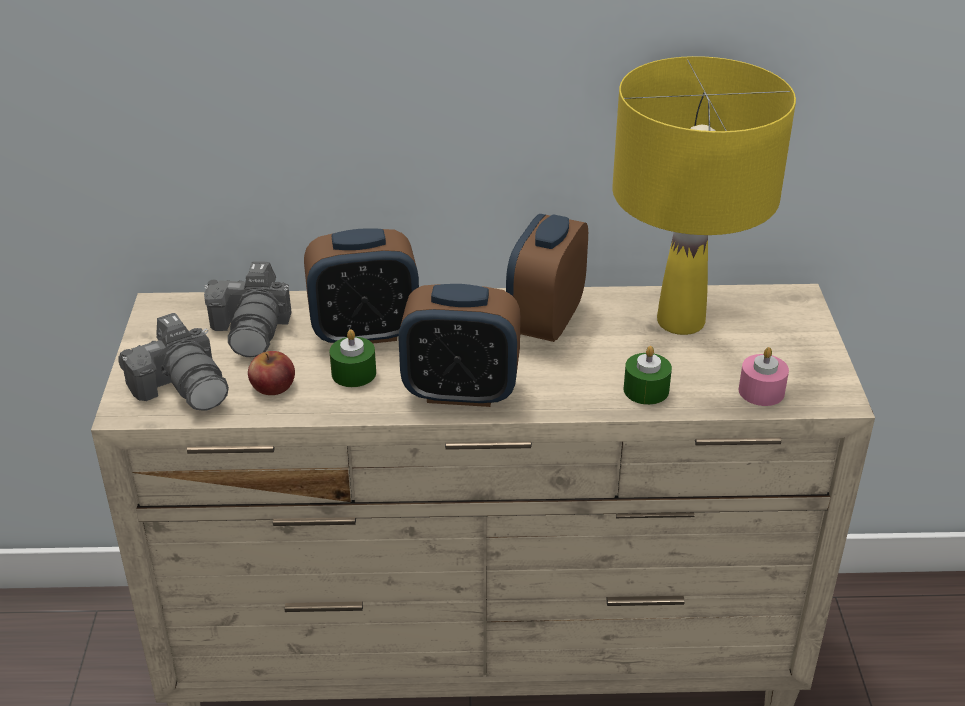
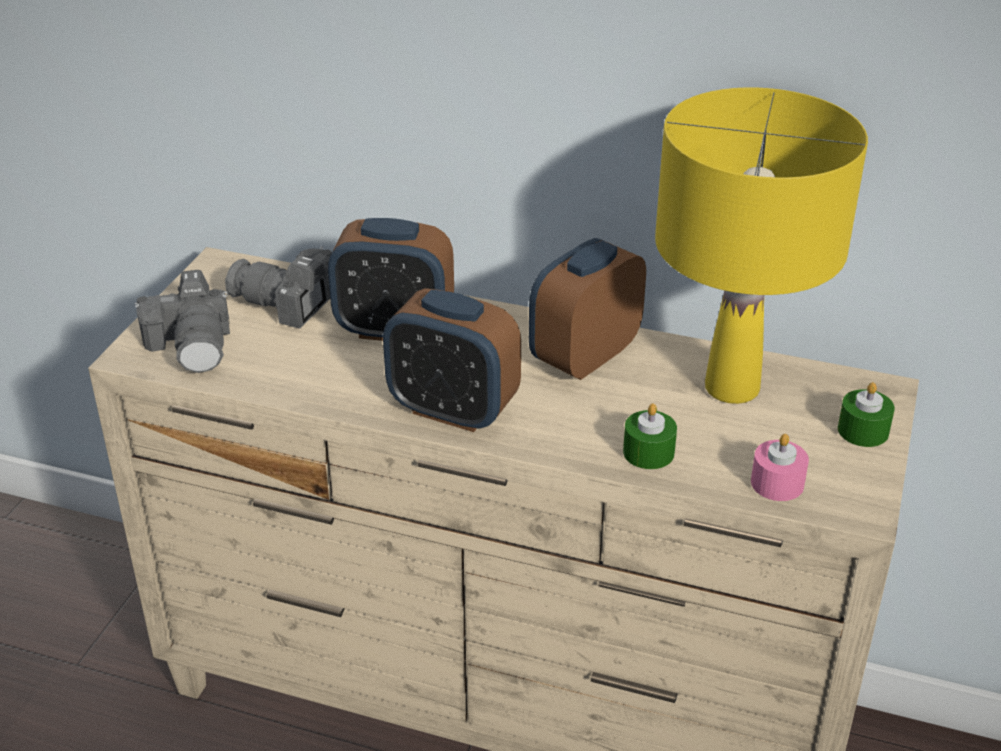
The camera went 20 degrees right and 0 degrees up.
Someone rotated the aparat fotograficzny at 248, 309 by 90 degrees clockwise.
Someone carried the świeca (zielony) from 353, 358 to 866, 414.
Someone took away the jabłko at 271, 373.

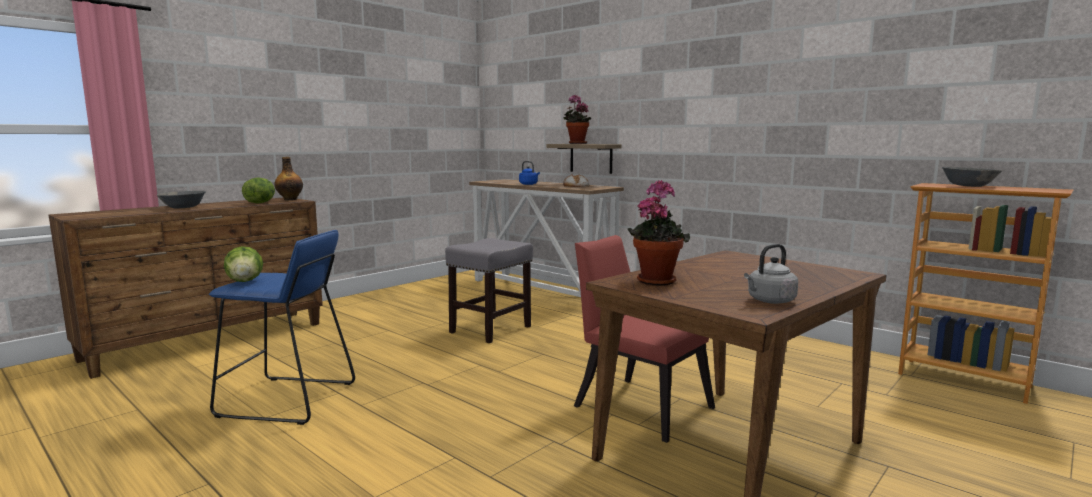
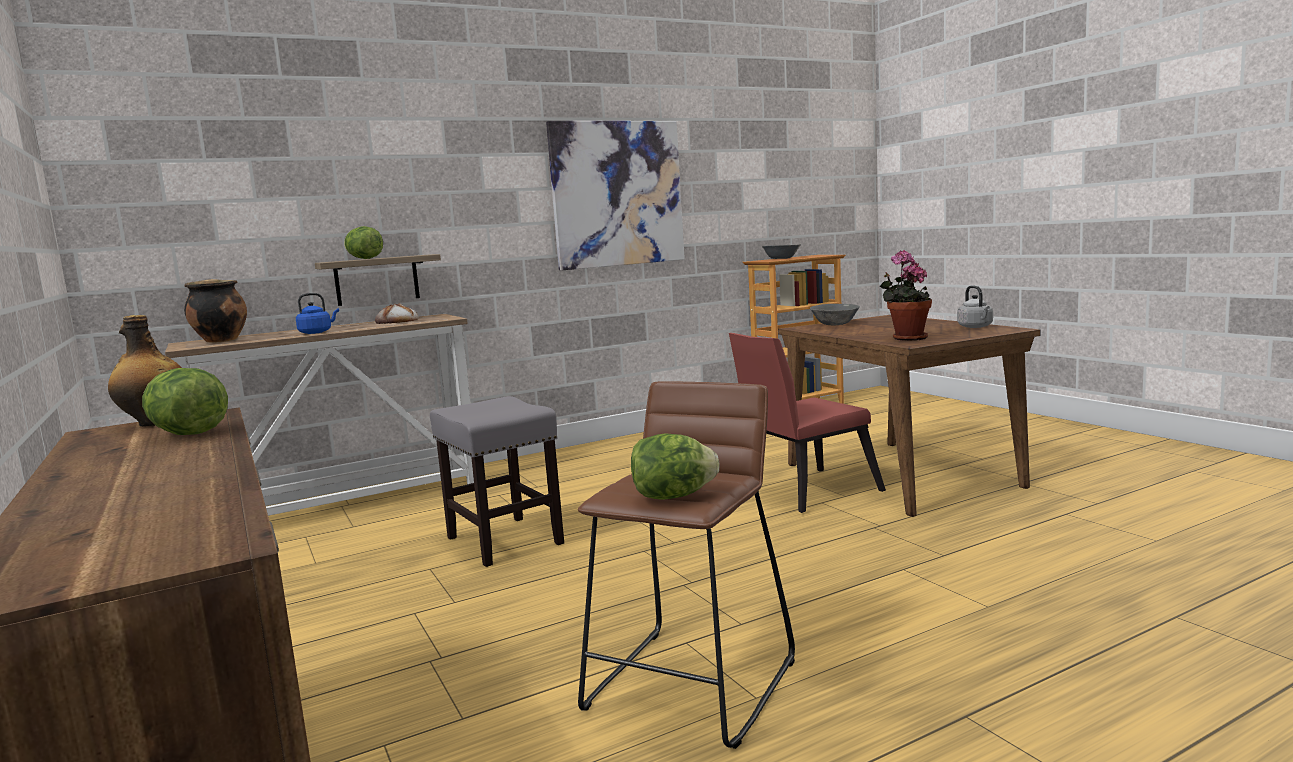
The camera went 70 degrees left and 0 degrees up.
Someone swapped the roślina doniczkowa at 577, 119 for the sałata at 363, 242.
Someone carried the miska (szary) from 181, 199 to 835, 314.
Someone repainted the stołek (niebieski) at 282, 327, which became the stołek (brązowy) at 686, 565.
Someone put up the obraz at 615, 196.
Someone put down the garnek at 215, 311.

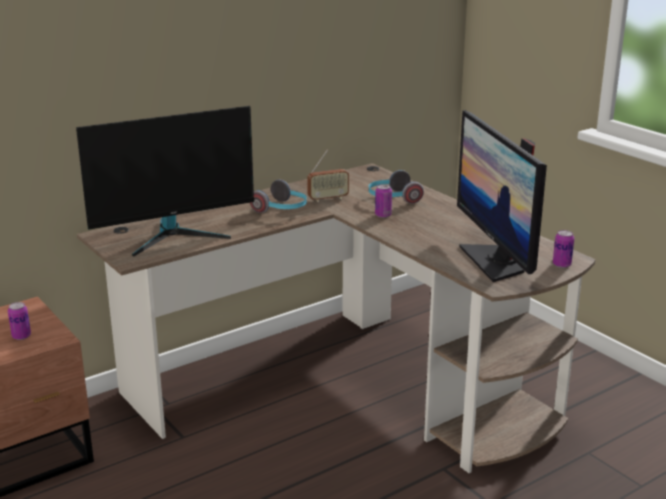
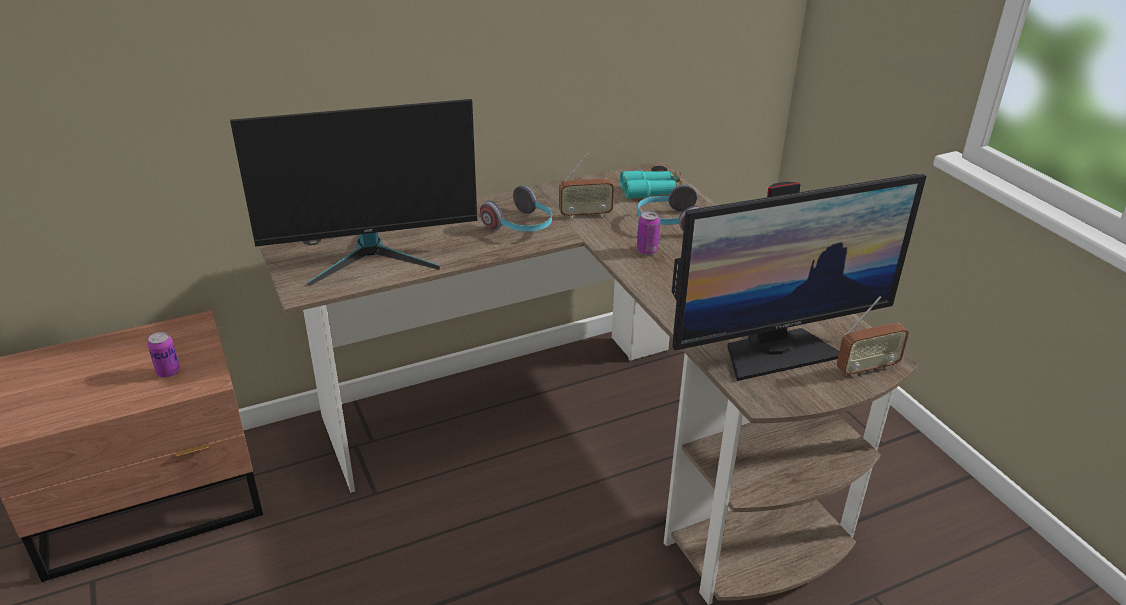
The camera went 10 degrees right and 10 degrees up.
Someone rotated the monitor at 502, 196 by 105 degrees counterclockwise.
Someone swapped the puszka at 563, 249 for the radio at 873, 337.
Someone put down the lornetka (turkusowy) at 654, 184.

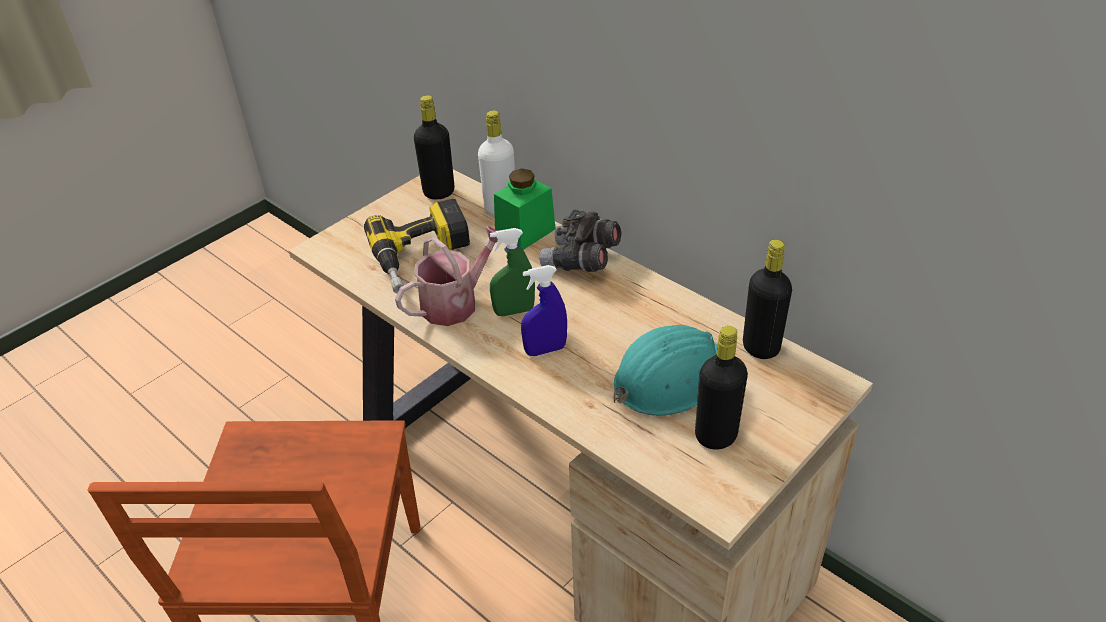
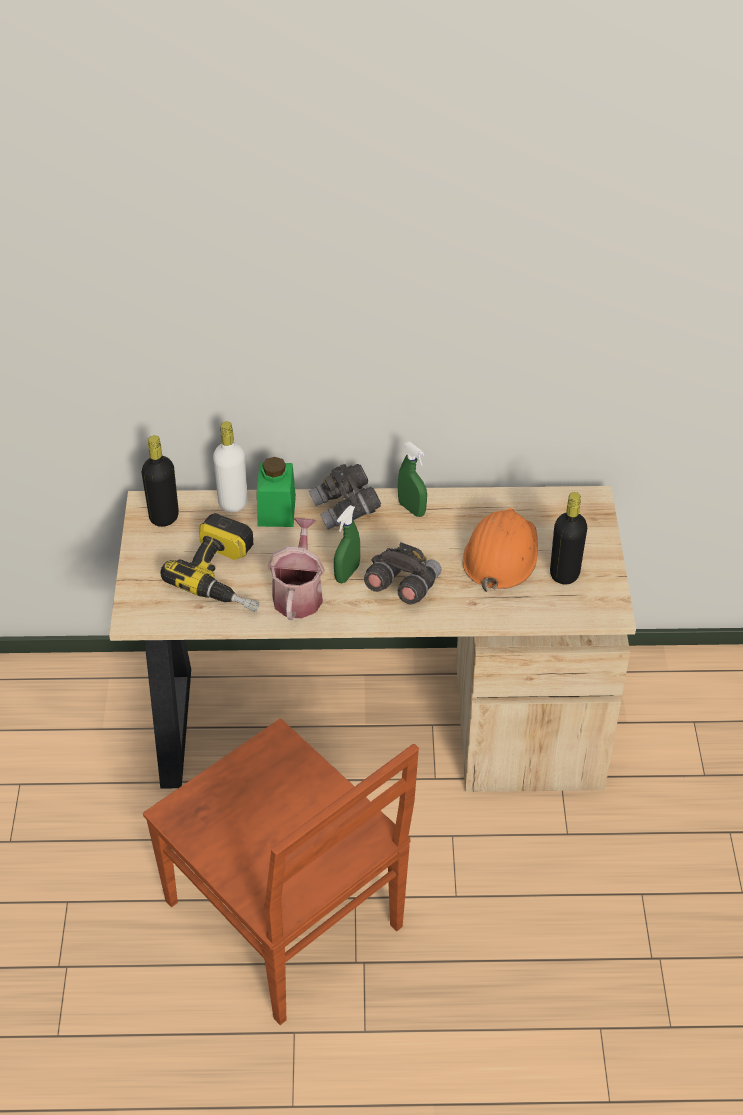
The camera went 45 degrees left and 5 degrees up.
Someone took away the butelka (czarny) at 767, 299.
Someone swapped the spryskiwacz (niebieski) at 544, 310 for the lornetka (szary) at 402, 573.
Someone repainted the kask (turkusowy) at 665, 370, which became the kask (pomarańczowy) at 500, 550.
Someone put down the spryskiwacz (zielony) at 412, 479.

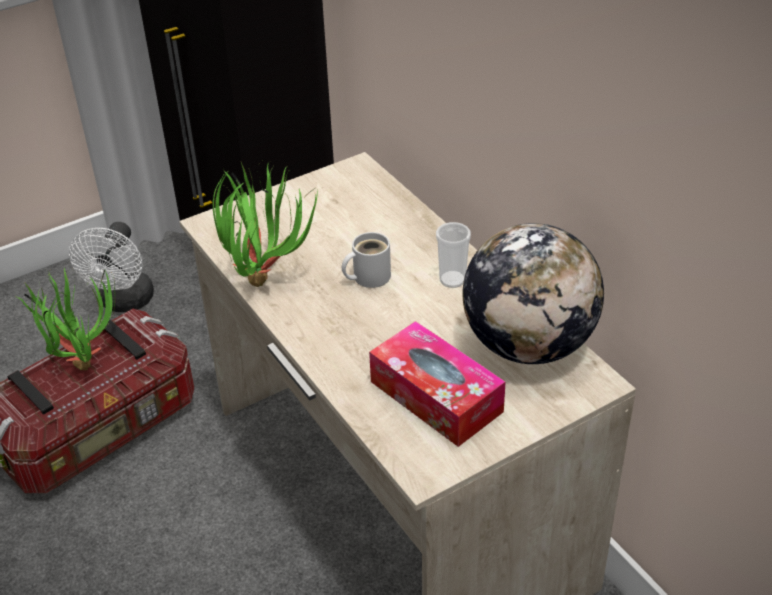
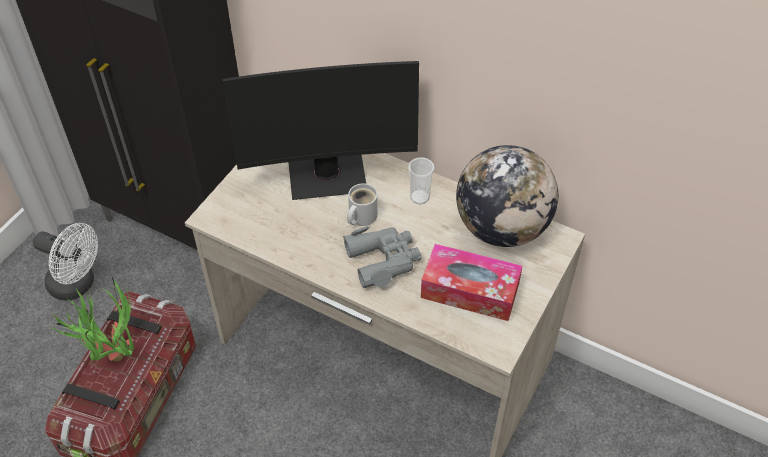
The camera went 30 degrees left and 10 degrees up.
Someone took away the roślina doniczkowa at 265, 224.
Someone rotated the wentylator (biały) at 111, 267 by 45 degrees counterclockwise.
Someone put down the monitor at 321, 130.
Someone put down the lornetka (szary) at 382, 257.

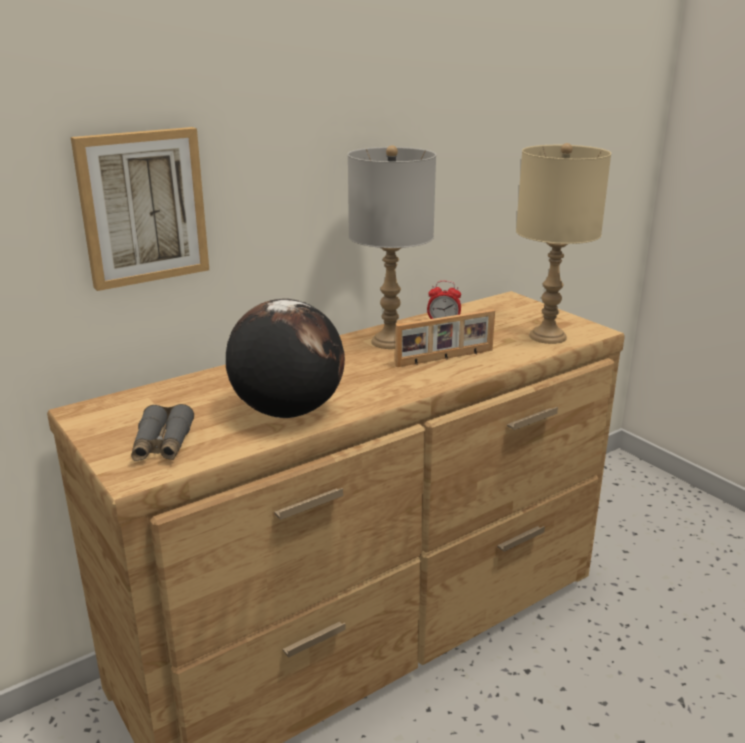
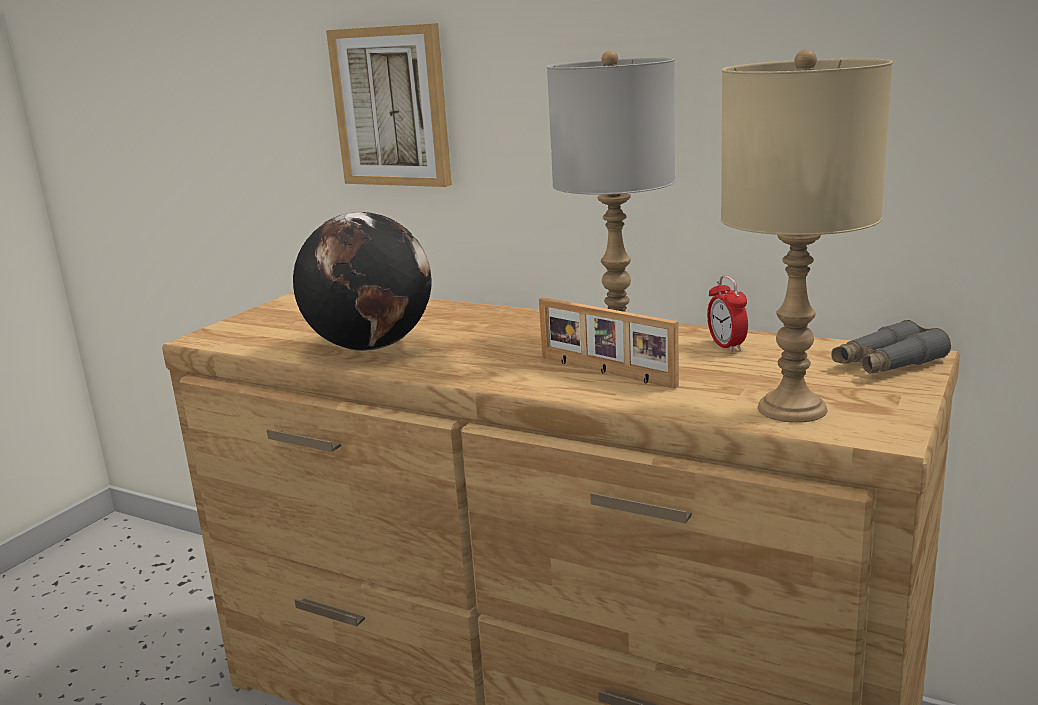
The camera went 65 degrees right and 5 degrees down.
Someone carried the lornetka (szary) from 162, 432 to 891, 347.

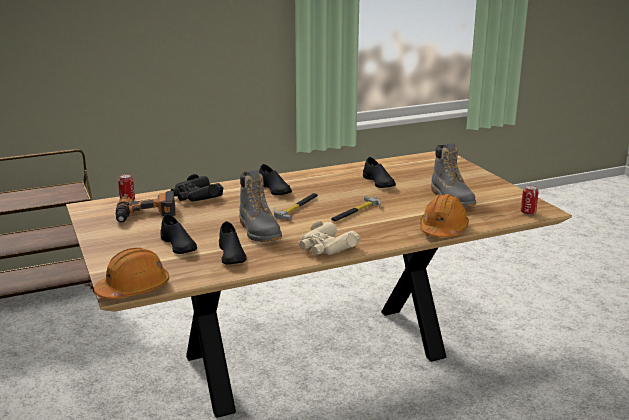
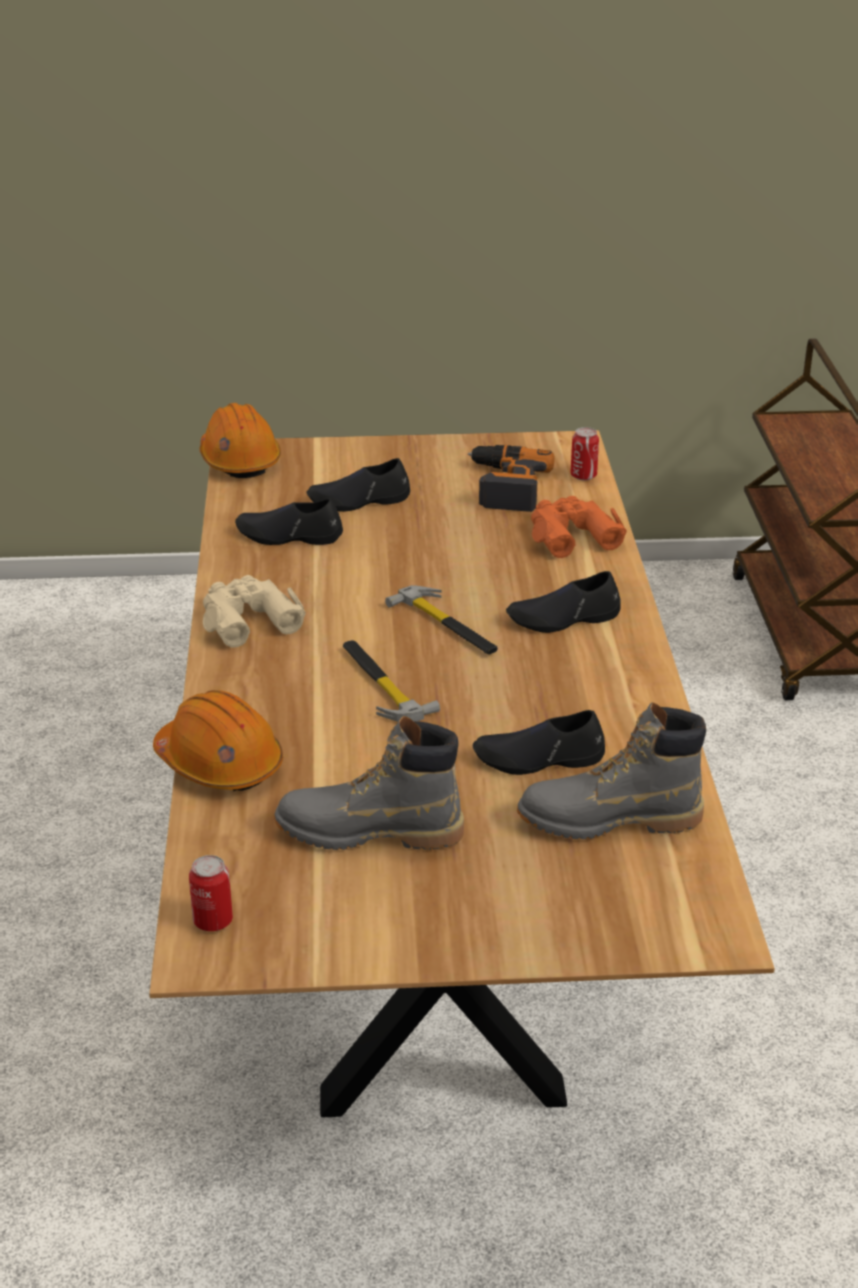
The camera went 110 degrees right and 10 degrees up.
Someone carried the but z cholewką (szary) from 260, 206 to 611, 770.
Someone repainted the lornetka (czarny) at 196, 188, which became the lornetka (pomarańczowy) at 579, 527.

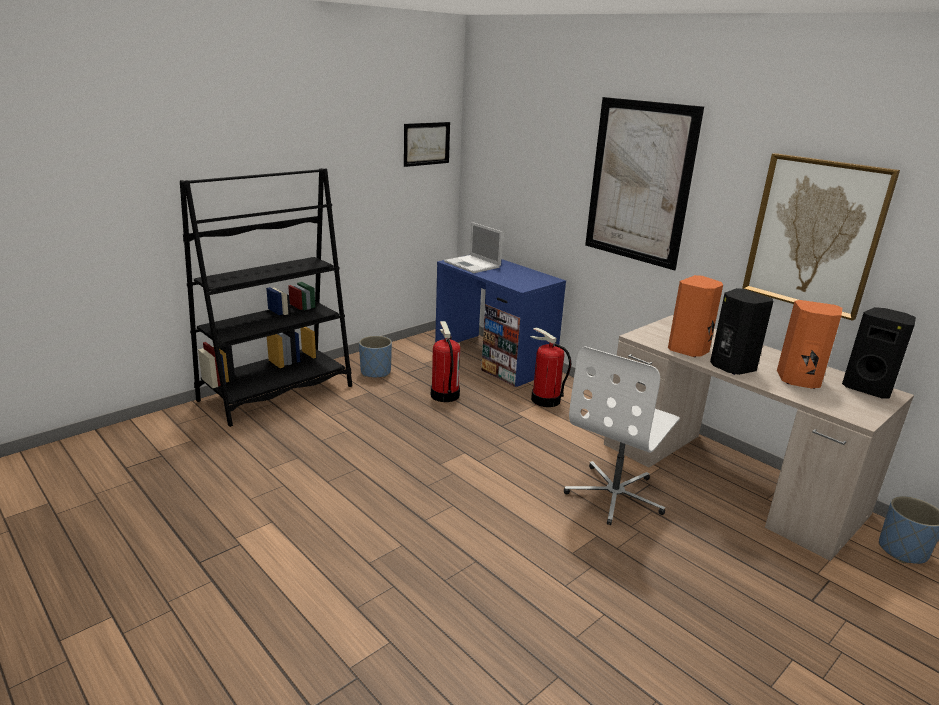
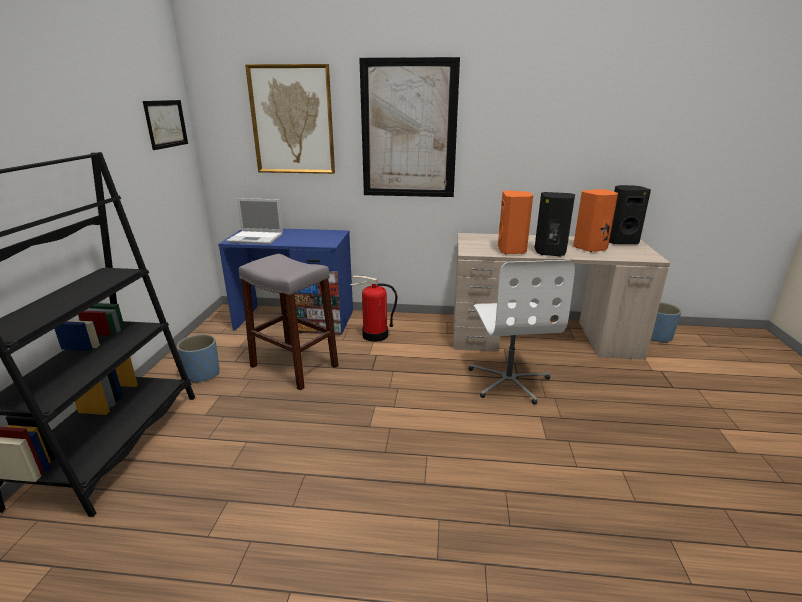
The camera went 40 degrees left and 0 degrees up.
Someone carried the obraz from 821, 237 to 290, 119.
Someone swapped the gaśnica at 446, 361 for the stołek (szary) at 289, 322.

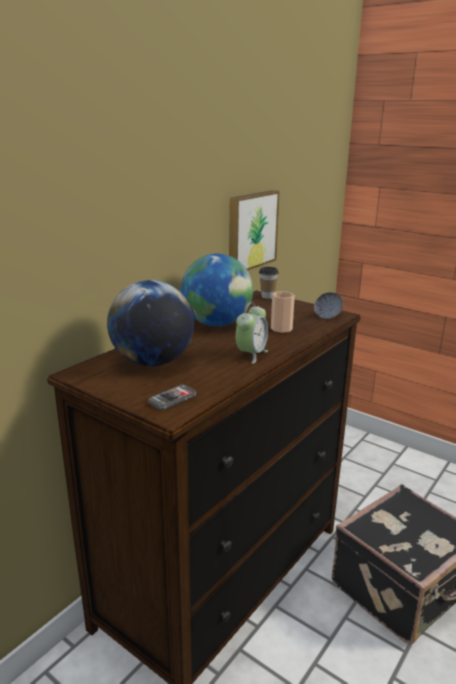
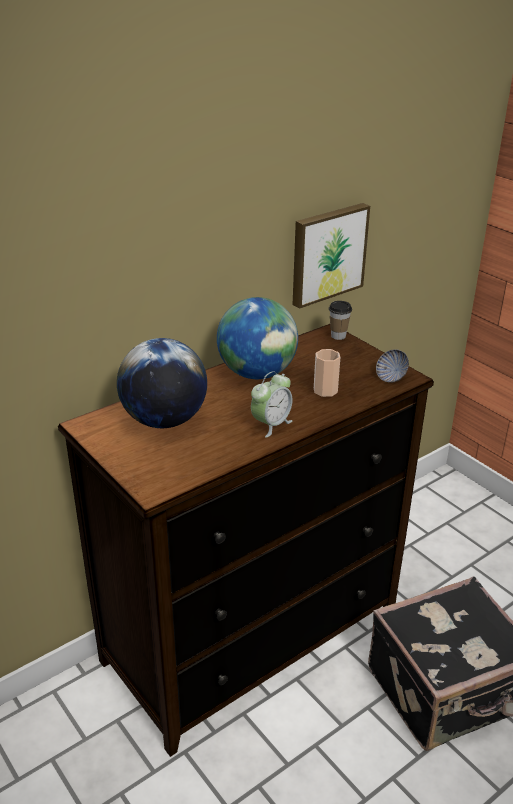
The camera went 15 degrees right and 10 degrees up.
Someone took away the telefon at 172, 397.

